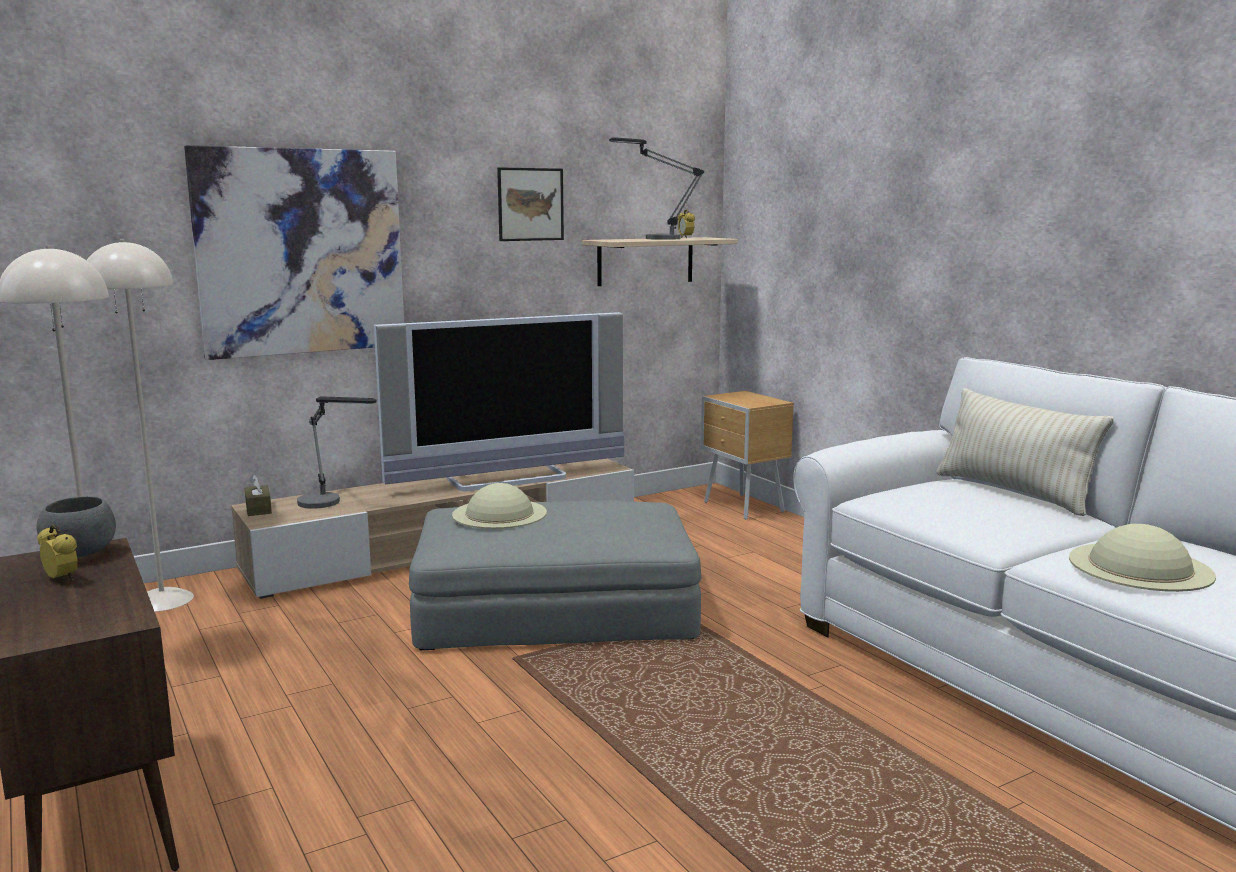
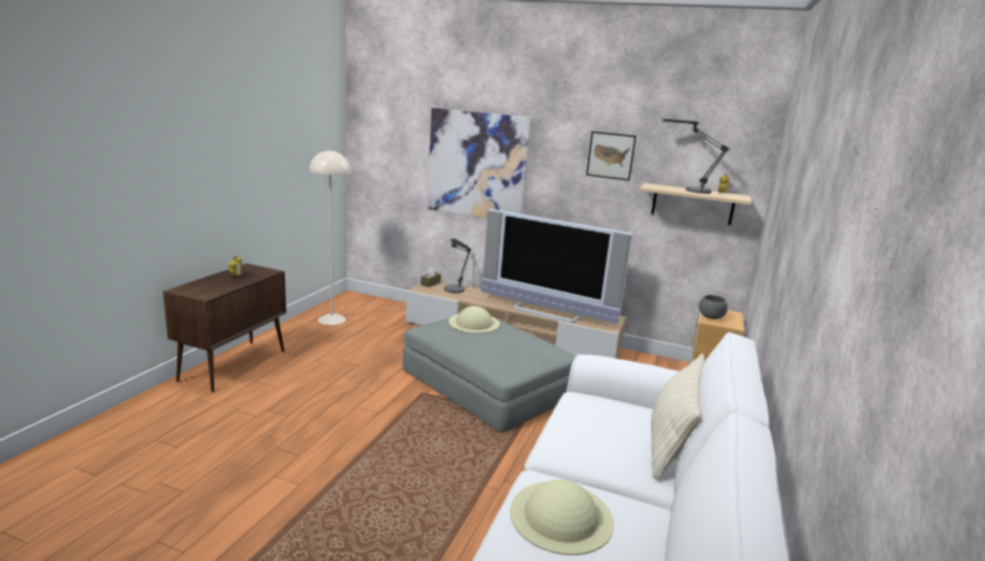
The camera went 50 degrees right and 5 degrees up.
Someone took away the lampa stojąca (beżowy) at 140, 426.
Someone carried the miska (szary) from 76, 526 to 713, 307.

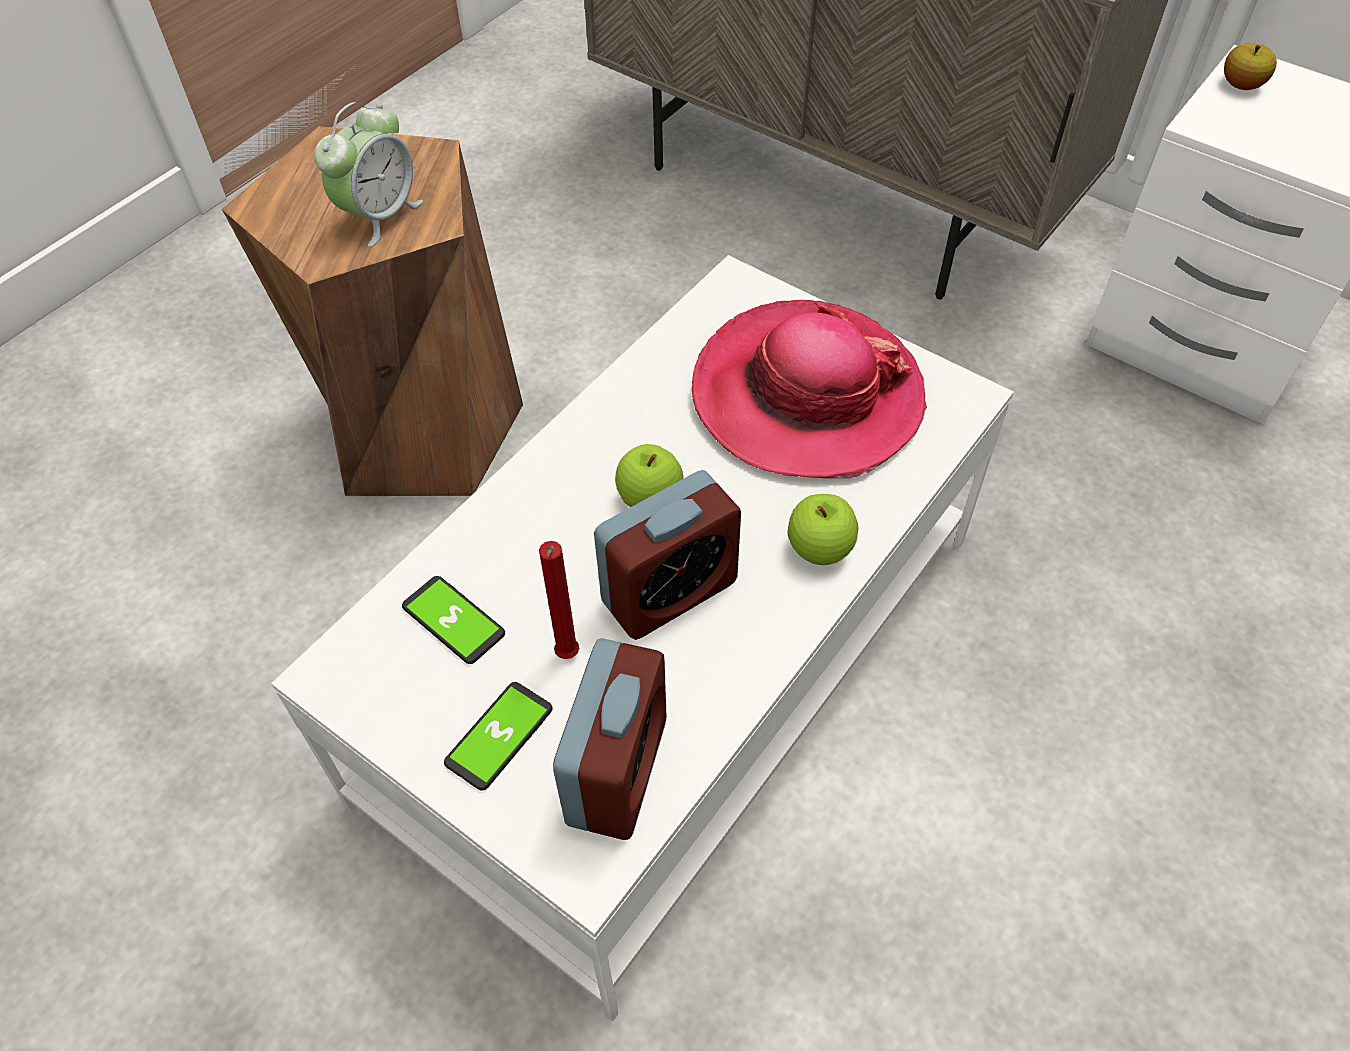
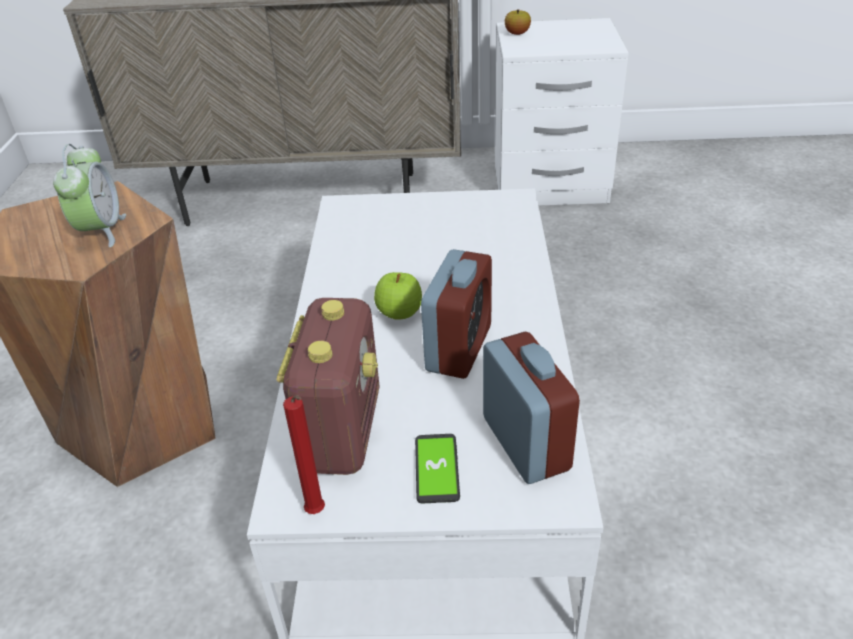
The camera went 35 degrees left and 15 degrees down.
Someone took away the kapelusz at 809, 389.
Someone took away the jabłko at 822, 529.
Someone carried the świeca (czerwony) from 559, 600 to 304, 454.
Someone swapped the telefon at 453, 620 for the radio at 328, 386.

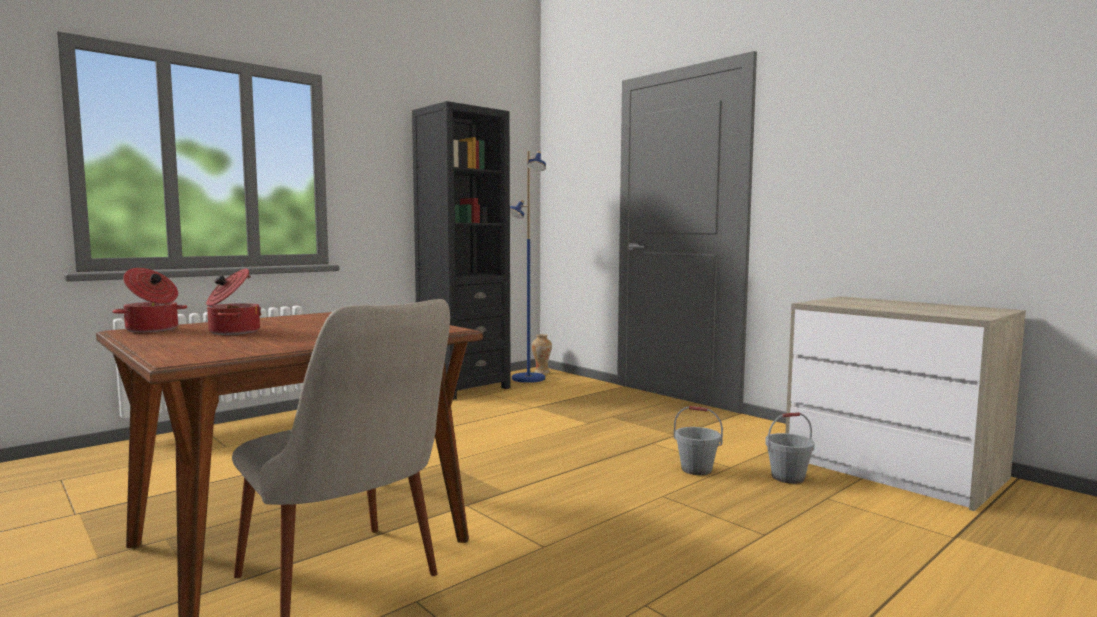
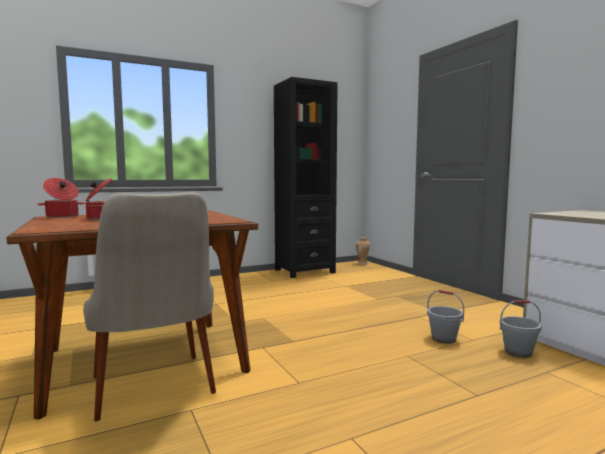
The camera went 15 degrees right and 0 degrees up.
Someone took away the lampa stojąca (niebieski) at 528, 267.

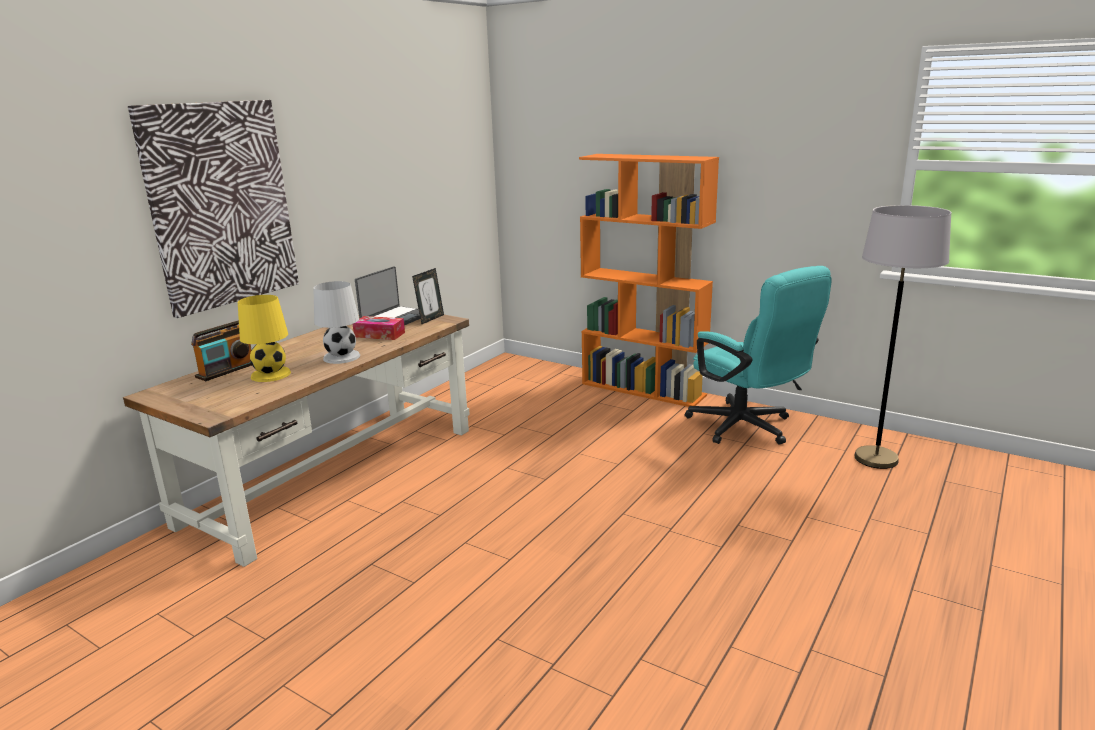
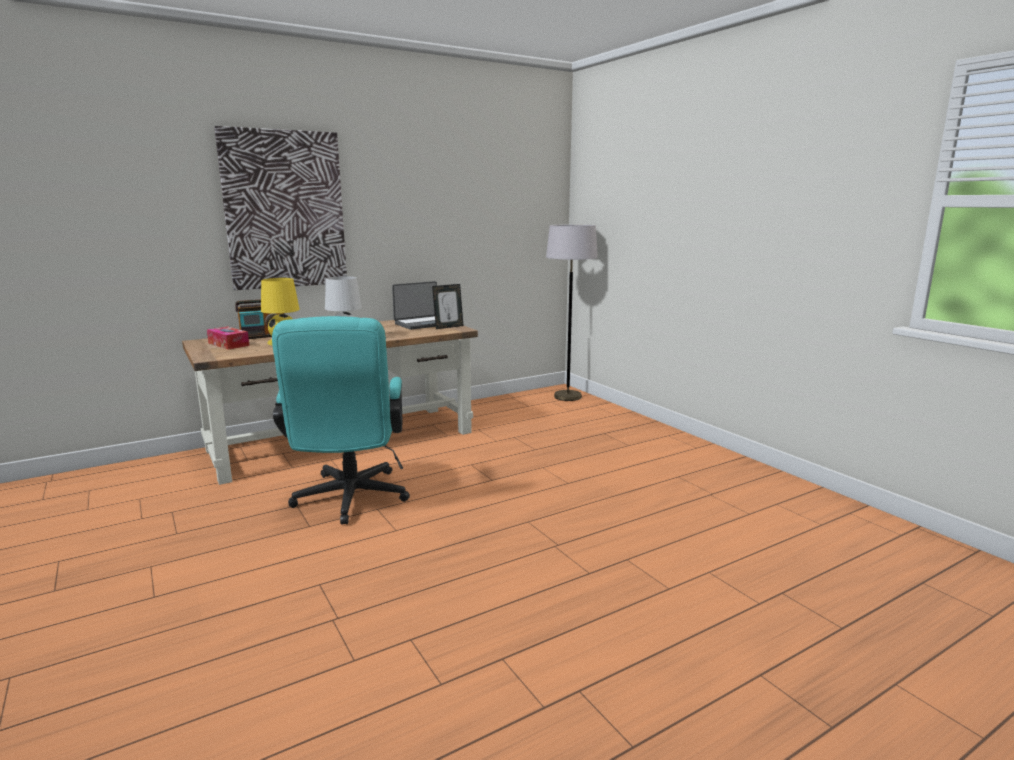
The camera went 25 degrees right and 5 degrees down.
Someone took away the regał (pomarańczowy) at 649, 280.
Someone carried the lampa stojąca (szary) from 902, 337 to 572, 313.
Someone carried the krzesło biurowe (turkusowy) from 758, 355 to 341, 420.
Someone carried the pudełko chusteczek from 379, 328 to 228, 338.

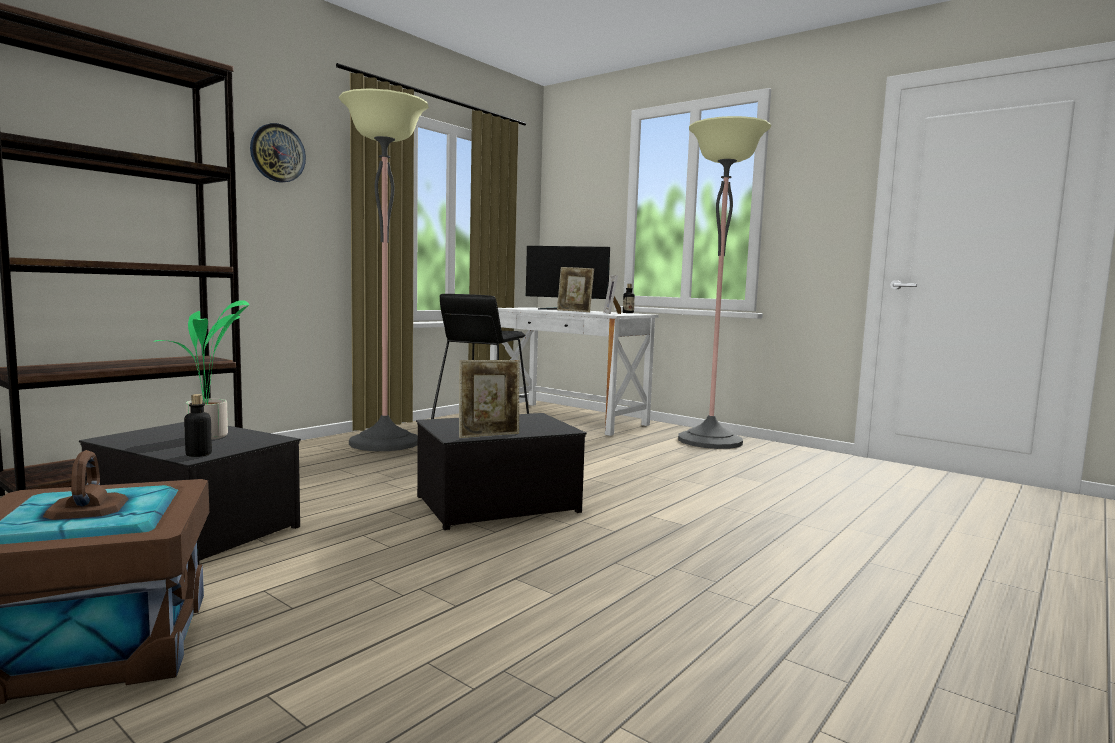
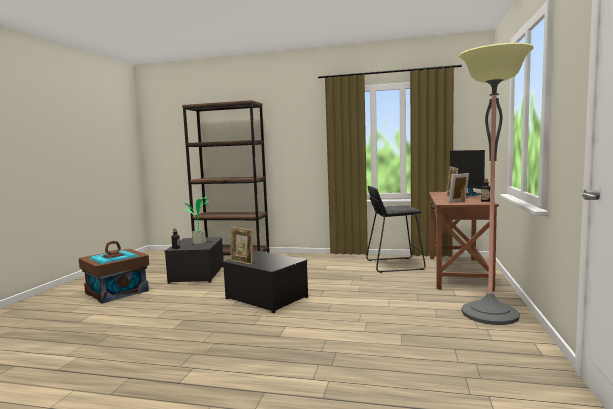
The camera went 65 degrees right and 0 degrees up.
Someone took away the lampa stojąca at 384, 269.
Someone took away the zegar ścienny at 278, 153.
Someone repainted the biurko (biały) at 574, 372, which became the biurko (brązowy) at 464, 241.

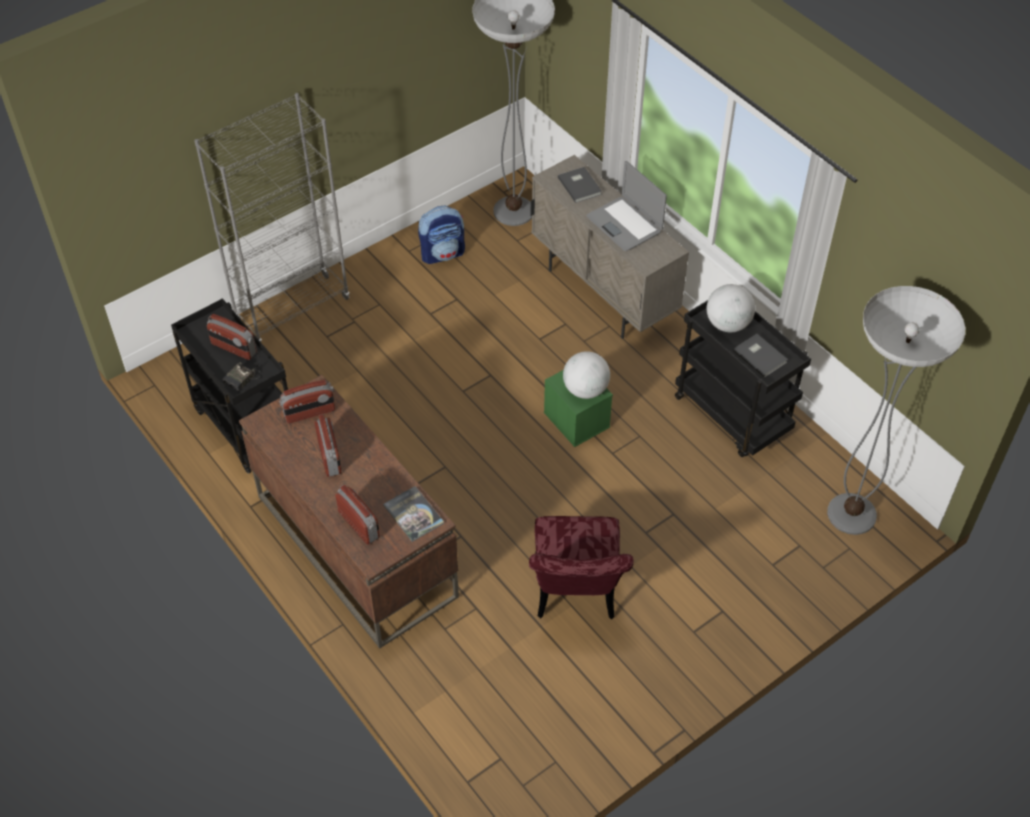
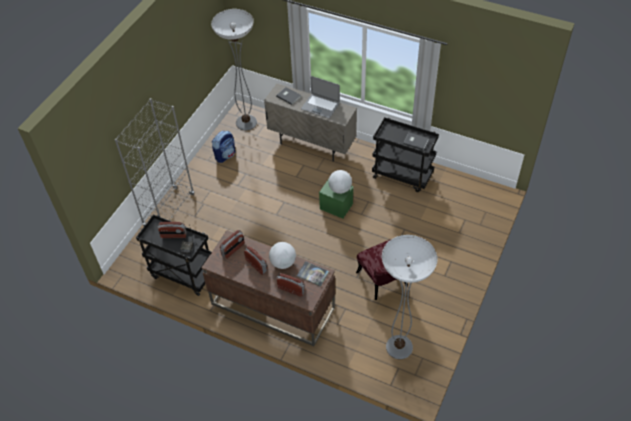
The camera went 25 degrees left and 0 degrees up.
Someone carried the globus from 731, 308 to 282, 255.
Someone carried the lampa stojąca from 896, 410 to 409, 297.

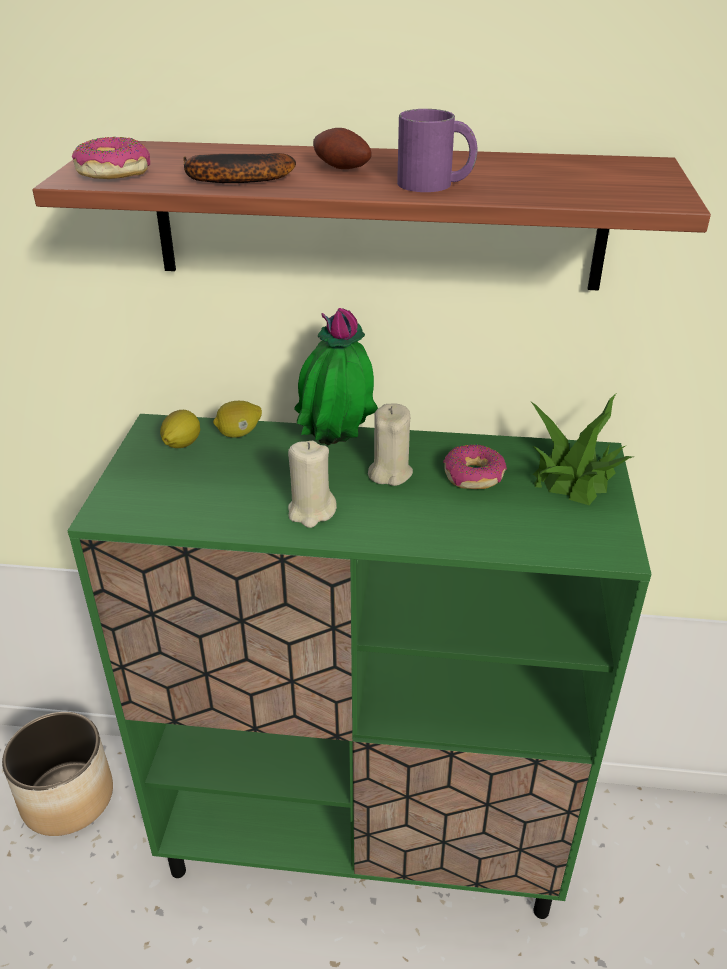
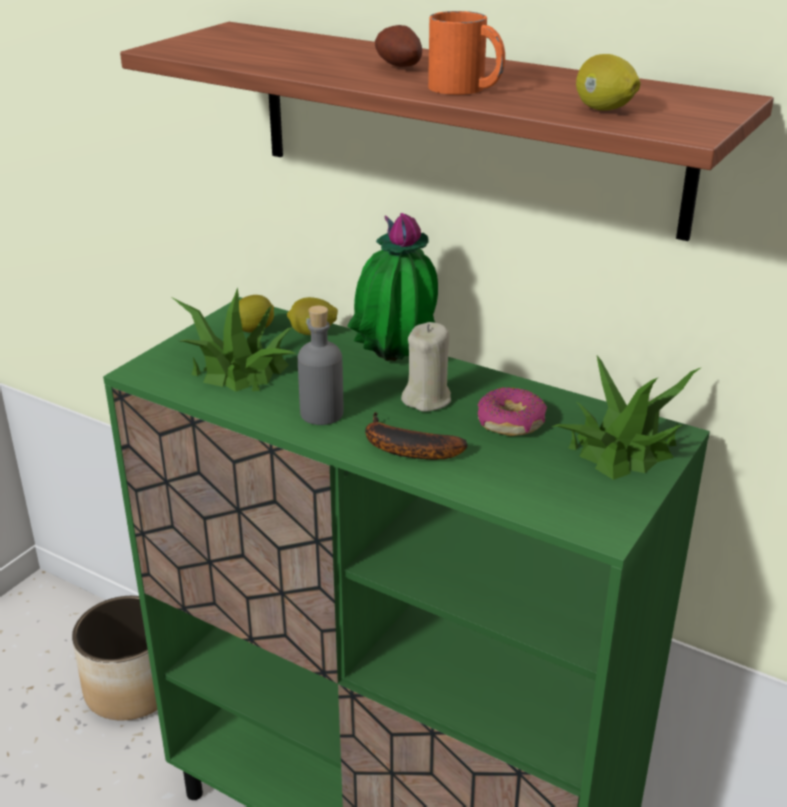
The camera went 25 degrees right and 5 degrees down.
Someone repainted the kubek (fioletowy) at 437, 150, which became the kubek (pomarańczowy) at 466, 53.
Someone took away the donut at 111, 158.
Someone carried the banan from 239, 168 to 416, 436.
Someone swapped the świeca (beżowy) at 312, 484 for the butelka (szary) at 320, 365.
Someone put down the cytryna at 608, 82.
Someone put down the roślina doniczkowa at 234, 339.

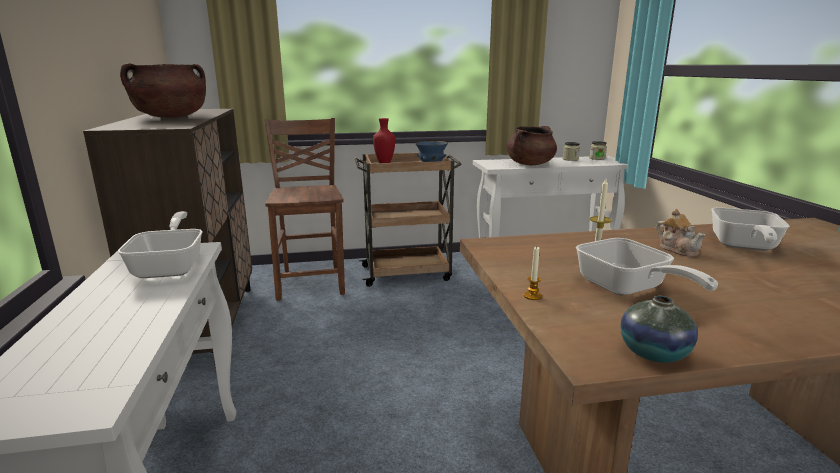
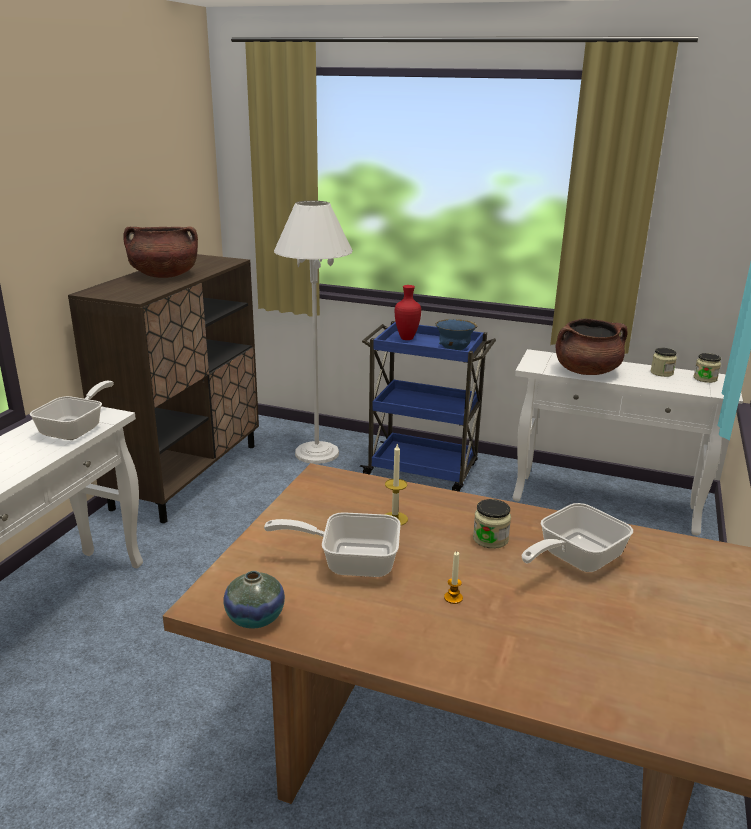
The camera went 30 degrees right and 5 degrees up.
Someone swapped the krzesło (brązowy) at 304, 209 for the lampa stojąca (biały) at 313, 332.
Someone repainted the wózek (brązowy) at 408, 220, which became the wózek (niebieski) at 428, 406.
Someone swapped the imbryk at 681, 233 for the słoik at 492, 524.
Someone rotated the patelnia at 647, 266 by 90 degrees clockwise.
Someone carried the świeca from 533, 273 to 453, 578.

